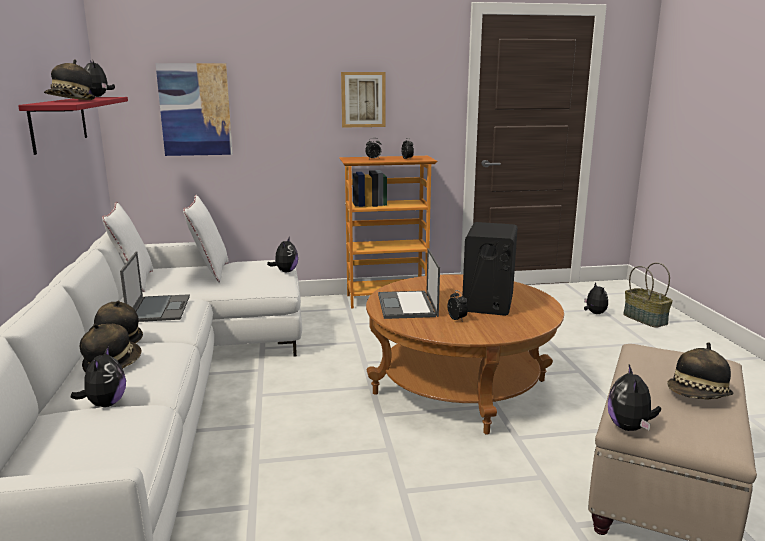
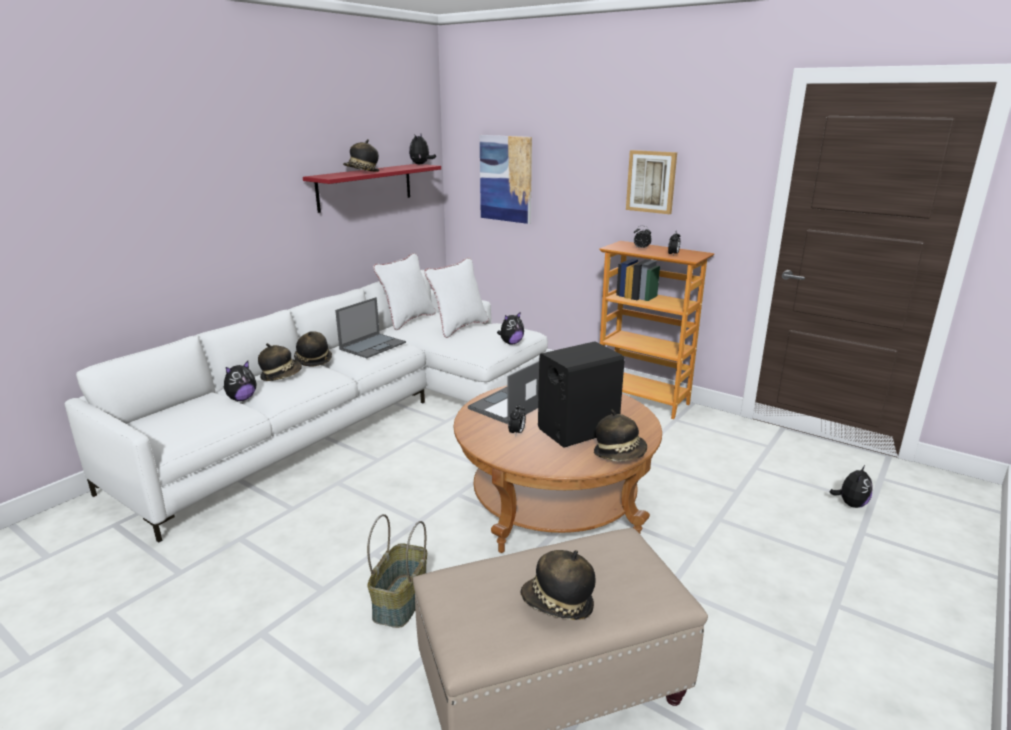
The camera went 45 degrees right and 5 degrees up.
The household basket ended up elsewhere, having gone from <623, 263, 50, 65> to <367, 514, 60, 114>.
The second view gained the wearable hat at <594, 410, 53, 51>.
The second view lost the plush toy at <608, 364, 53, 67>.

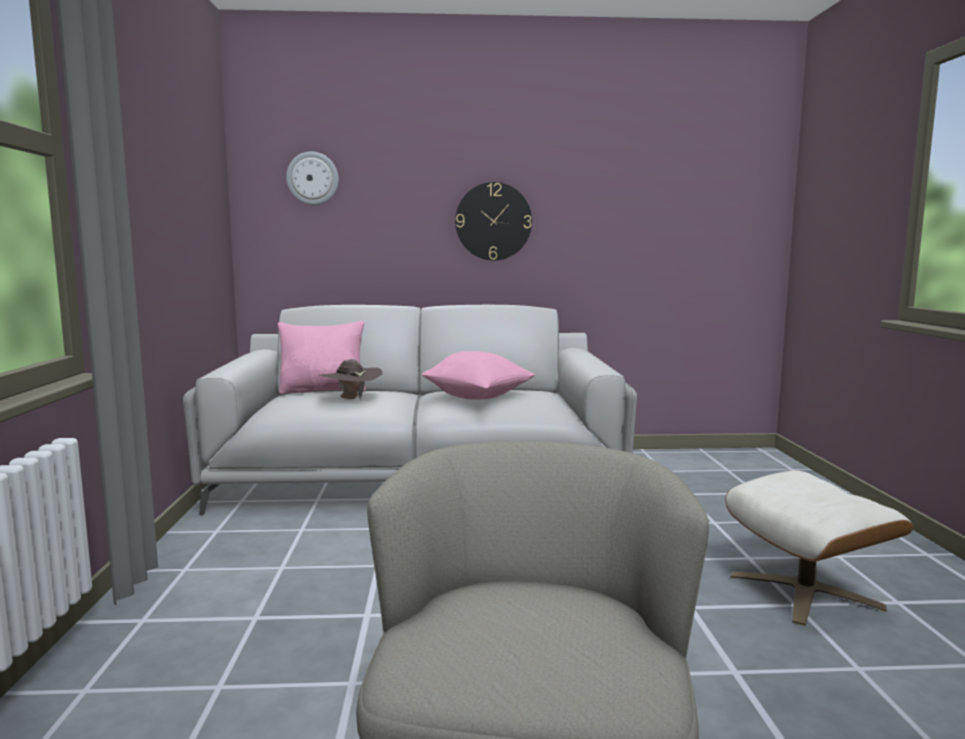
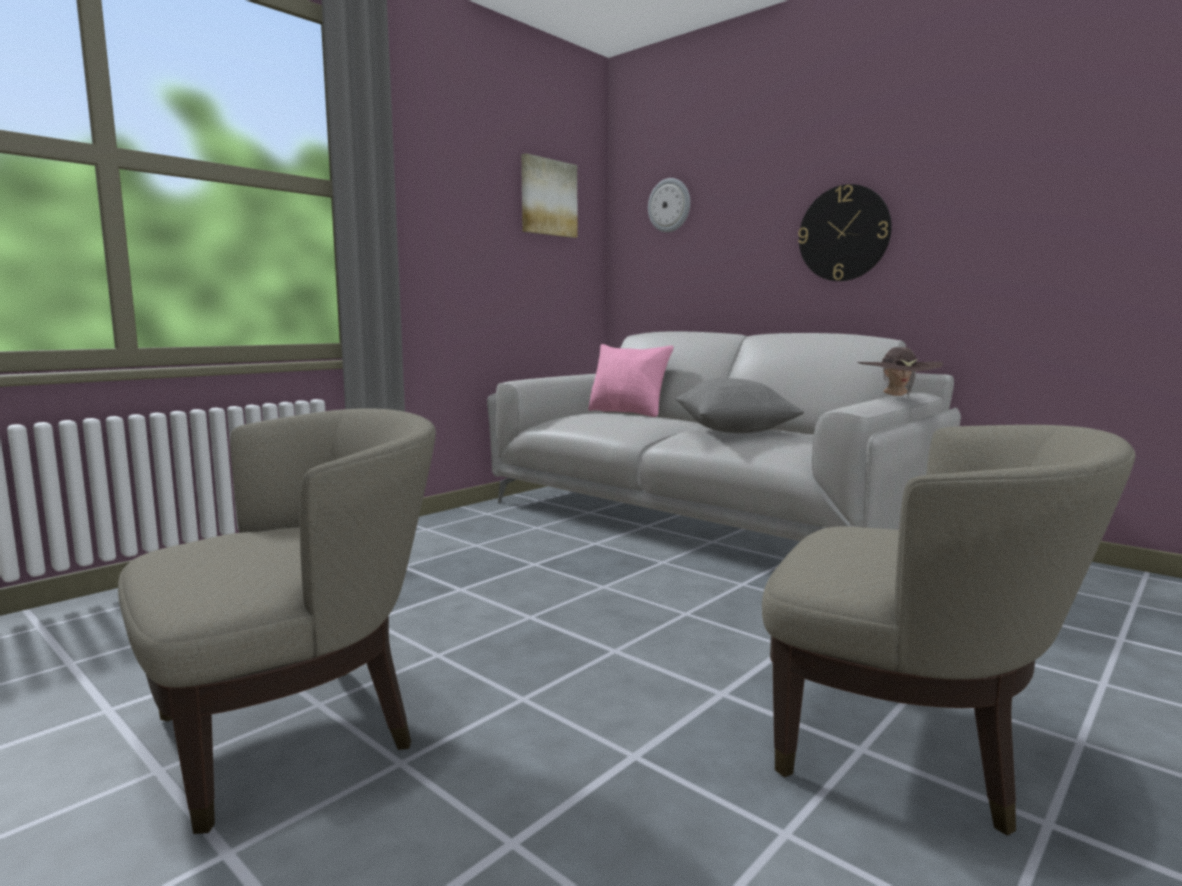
The camera went 45 degrees right and 0 degrees up.
The second view gained the wall art at <521, 153, 56, 85>.
What was the pinkish pillow at <422, 351, 113, 49> turned into the grey pillow at <676, 378, 128, 55>.
Where the beige footrest stood at <725, 470, 188, 156>, the beige lounge chair came to stand at <762, 425, 373, 411>.
The brown wearable hat ended up elsewhere, having gone from <318, 359, 64, 41> to <857, 347, 86, 51>.

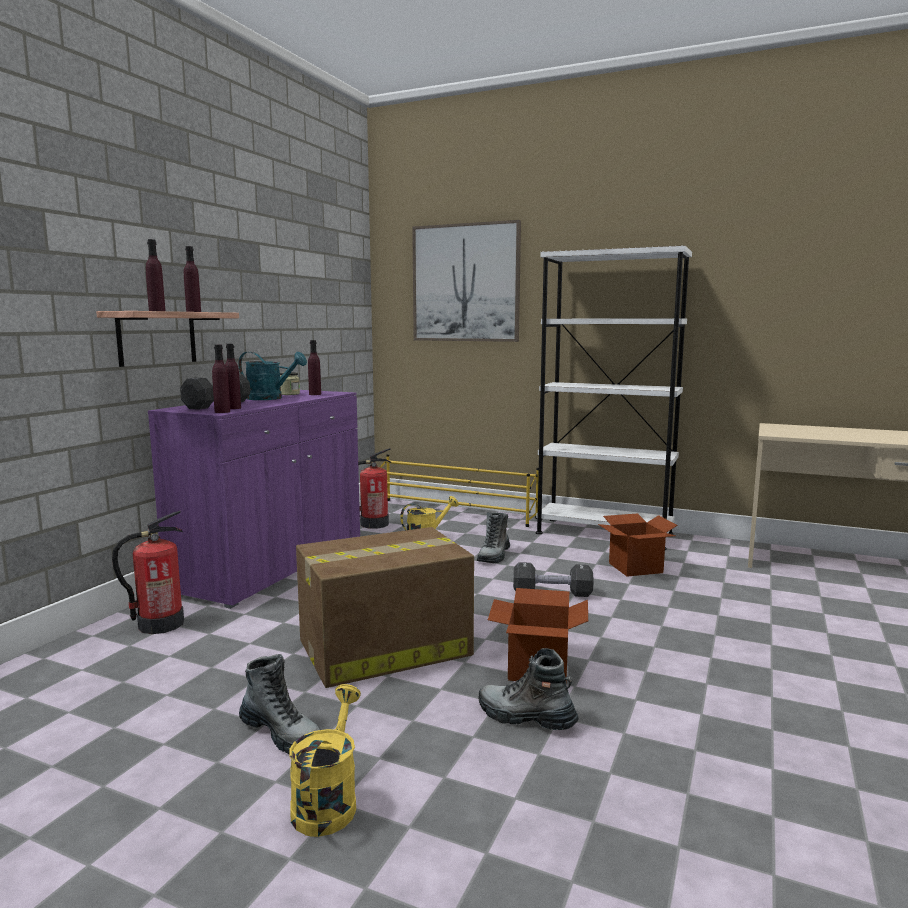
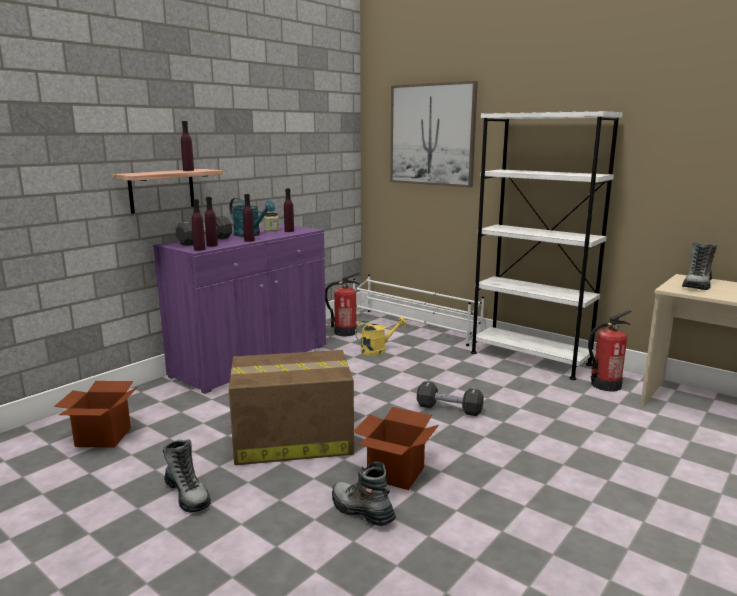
The camera went 15 degrees right and 5 degrees up.
The carton ended up elsewhere, having gone from <598, 513, 80, 64> to <54, 381, 84, 67>.
The purple drink bottle ended up elsewhere, having gone from <146, 239, 20, 72> to <243, 194, 12, 48>.
What was the yellow-coloured shoe shelf at <380, 454, 159, 73> turned into the white shoe shelf at <353, 274, 131, 72>.
The fire extinguisher ended up elsewhere, having gone from <112, 511, 72, 123> to <588, 310, 43, 81>.
The boot ended up elsewhere, having gone from <477, 512, 33, 51> to <682, 243, 35, 47>.
The second view lost the yellow-coloured watering can at <289, 684, 72, 153>.

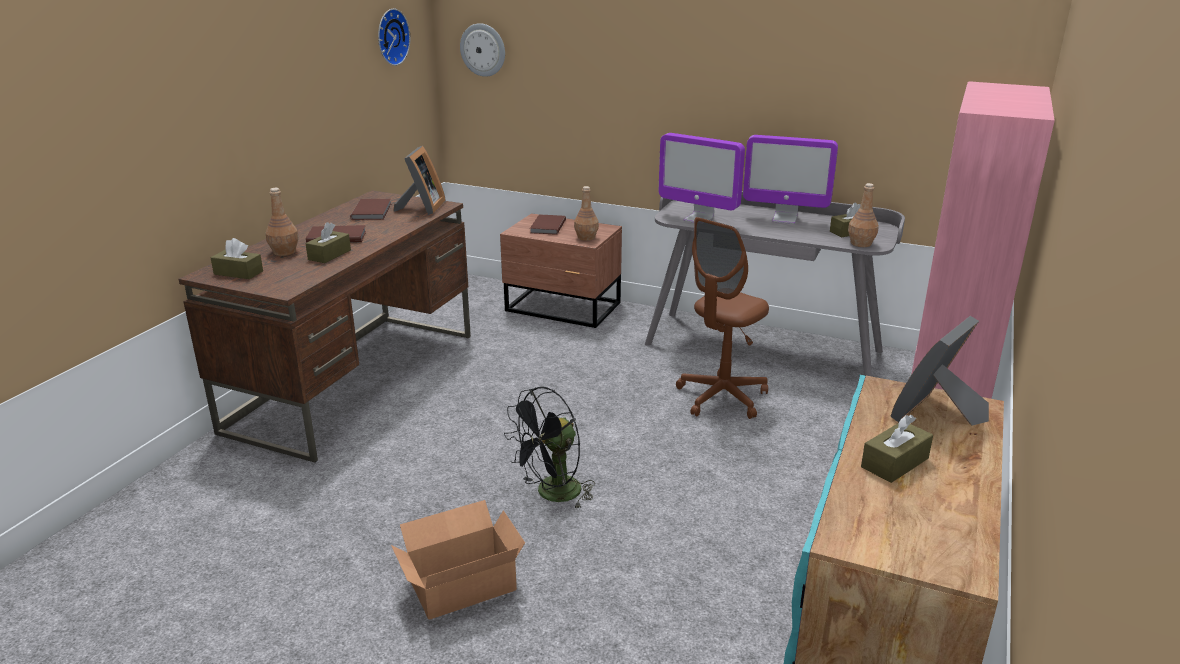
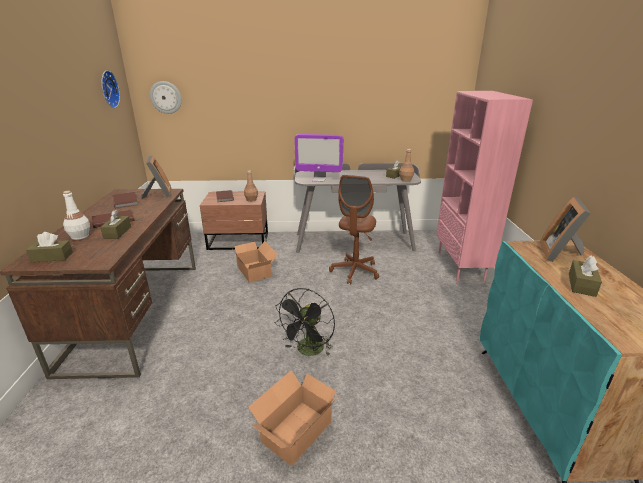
The camera went 25 degrees left and 0 degrees up.
What was the brown drink bottle at <266, 188, 33, 68> turned into the white drink bottle at <63, 191, 27, 49>.
The second view gained the carton at <231, 241, 47, 41>.
The second view lost the computer display at <743, 135, 95, 89>.

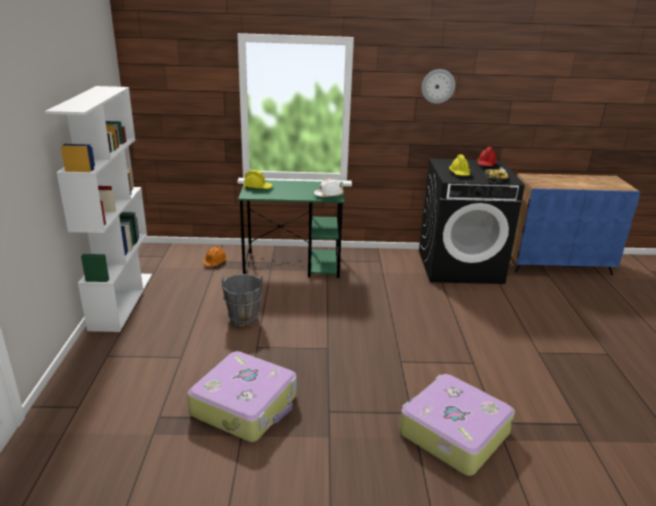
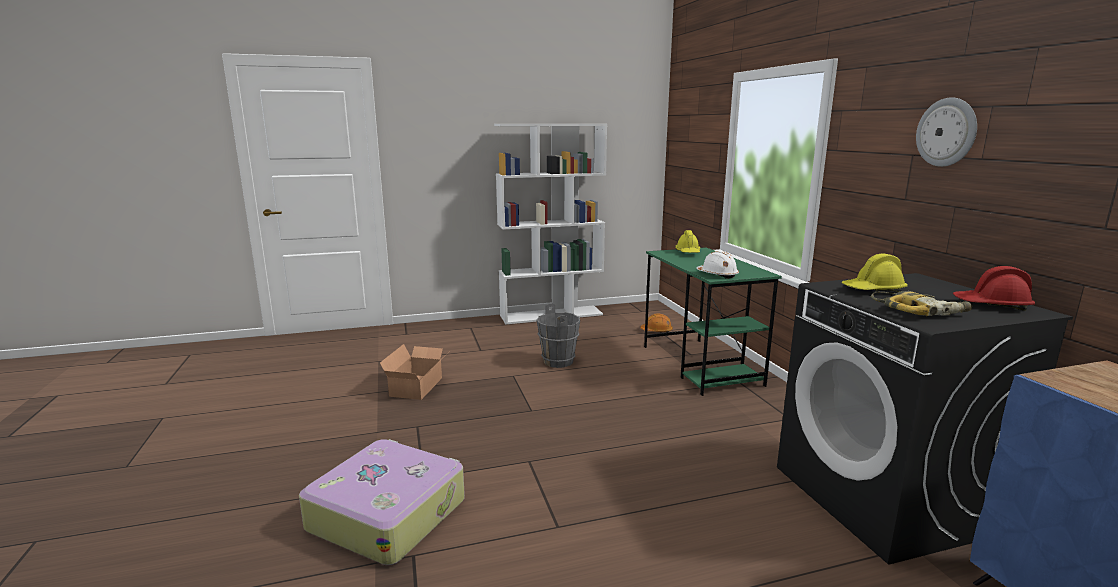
The camera went 75 degrees right and 10 degrees down.
Where the suitcase stood at <187, 351, 109, 91>, the carton came to stand at <380, 344, 71, 56>.

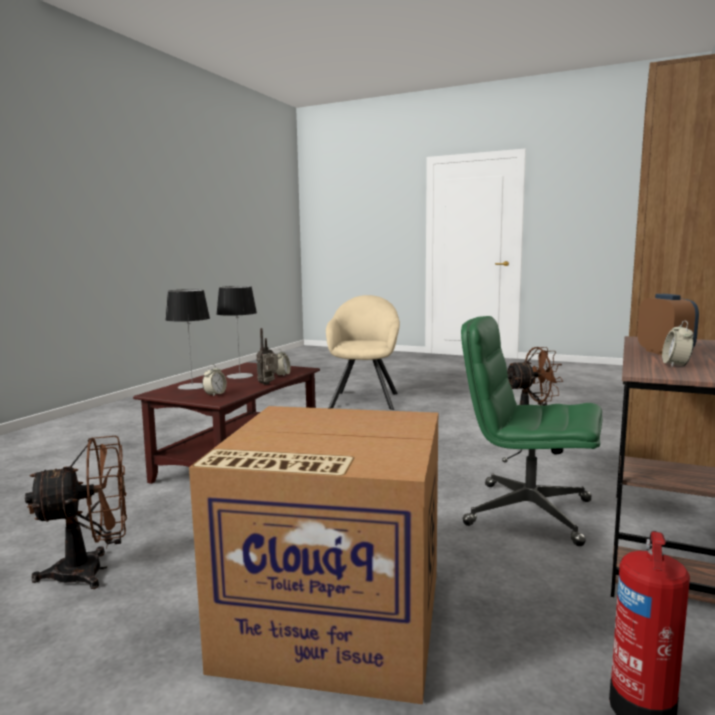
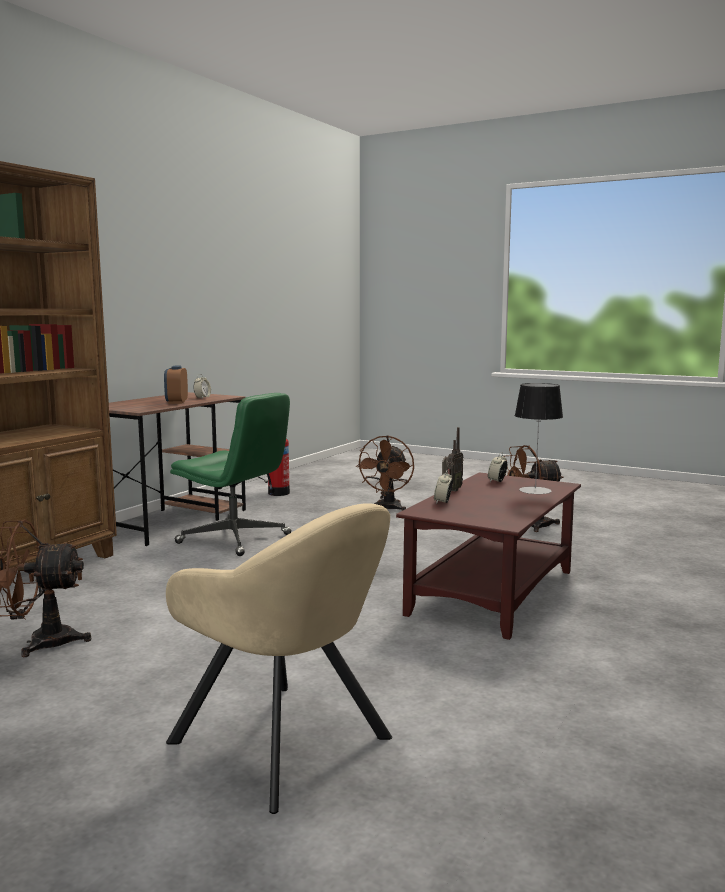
The camera went 175 degrees left and 0 degrees up.
The beige lounge chair at <326, 295, 74, 115> ended up facing another way, 60 degrees counterclockwise from before.
Where the carton stood at <189, 406, 249, 298>, the brown electric fan came to stand at <356, 435, 58, 76>.
The second view lost the tabletop lamp at <217, 286, 40, 93>.

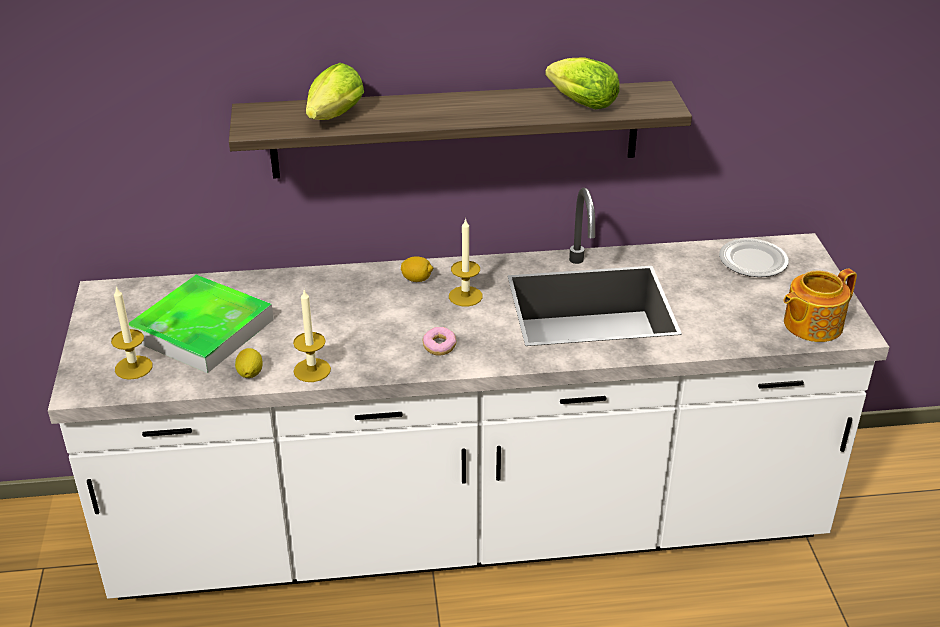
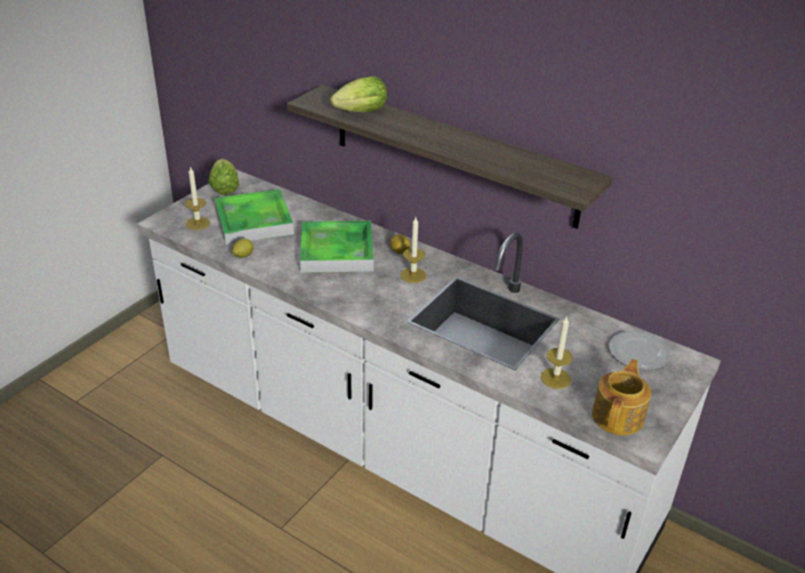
The camera went 40 degrees right and 0 degrees up.
The head of lettuce ended up elsewhere, having gone from <545, 58, 75, 52> to <209, 159, 30, 36>.
The second view gained the tray at <300, 221, 74, 52>.
The wax light ended up elsewhere, having gone from <293, 290, 38, 92> to <541, 316, 32, 73>.
The pot for tea at <783, 269, 74, 73> ended up facing another way, 105 degrees clockwise from before.
The second view lost the ring doughnut at <422, 327, 34, 28>.

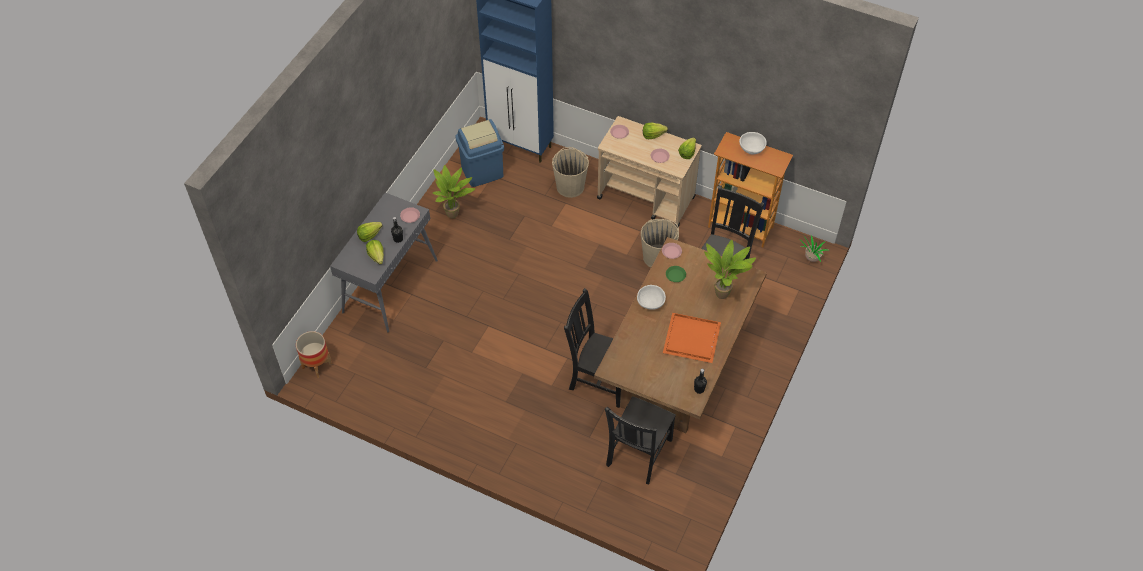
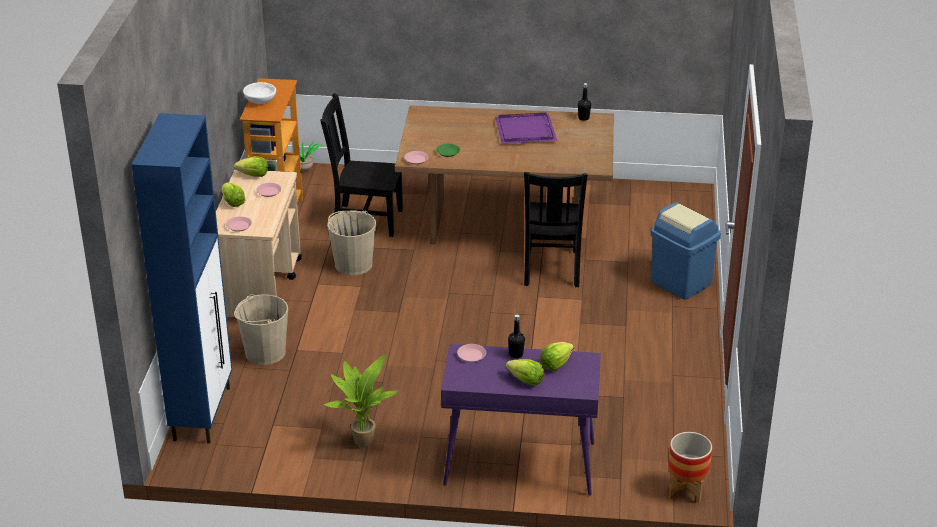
The camera went 110 degrees left and 20 degrees down.
What was the grey hall table at <330, 193, 108, 139> turned into the purple hall table at <441, 344, 160, 152>.
What was the orangey tray at <663, 313, 58, 50> turned into the purple tray at <495, 113, 62, 31>.
The bluish rubbish bin ended up elsewhere, having gone from <455, 119, 49, 68> to <650, 202, 71, 98>.
The second view lost the black upright chair at <605, 396, 71, 88>.
The second view lost the white serving bowl at <637, 285, 29, 25>.
The second view lost the houseplant at <704, 240, 52, 59>.

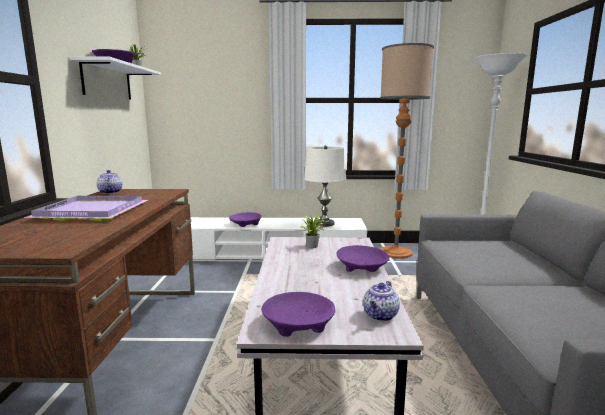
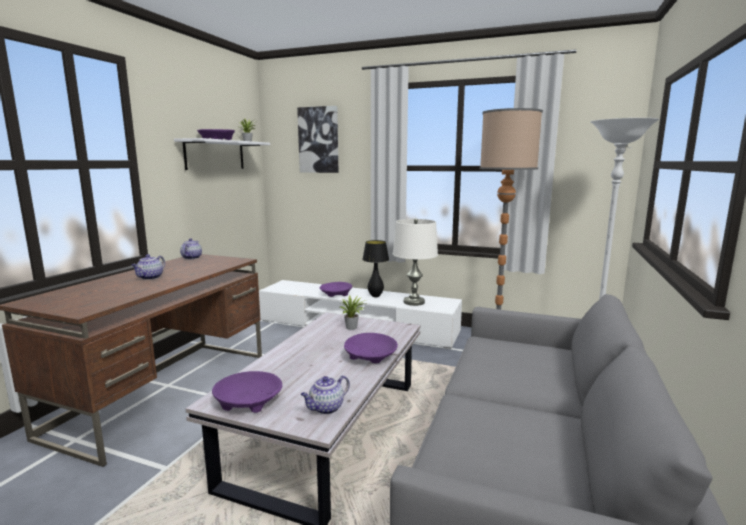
The camera went 20 degrees right and 0 degrees up.
Where the purple tray stood at <24, 196, 124, 25>, the pot for tea came to stand at <131, 254, 34, 26>.
The second view gained the wall art at <297, 106, 41, 67>.
The second view gained the black tabletop lamp at <362, 240, 27, 57>.

